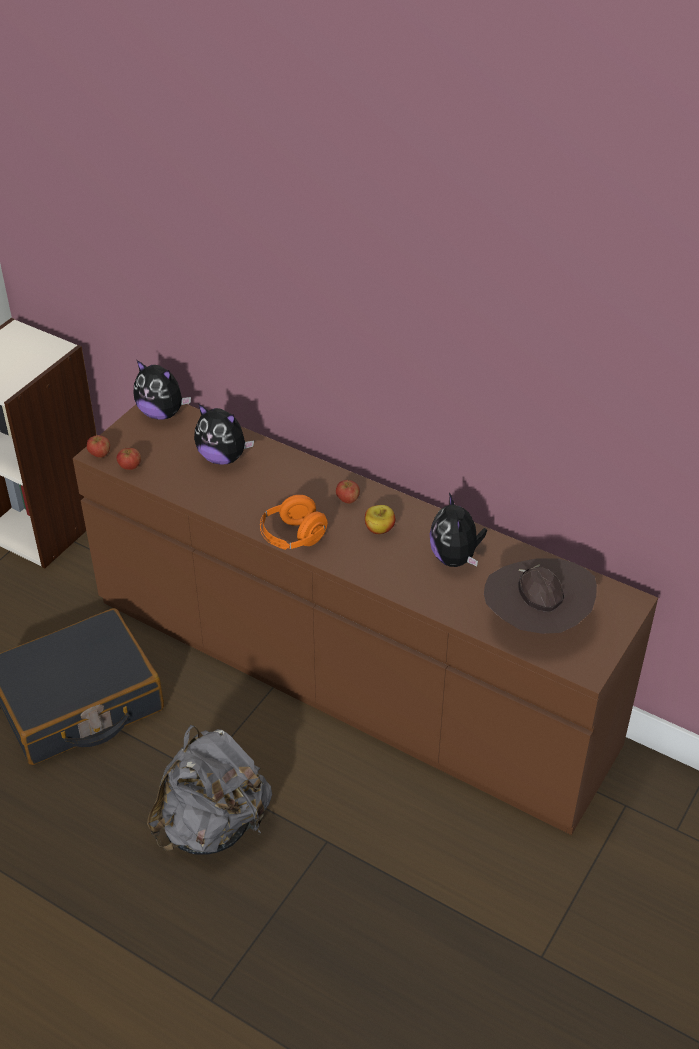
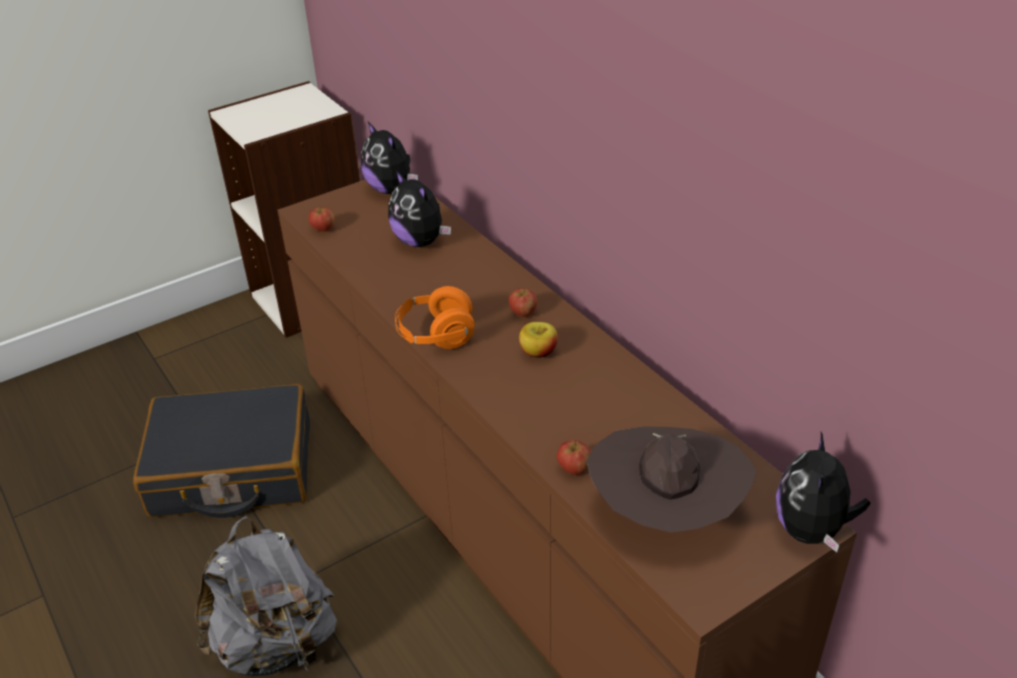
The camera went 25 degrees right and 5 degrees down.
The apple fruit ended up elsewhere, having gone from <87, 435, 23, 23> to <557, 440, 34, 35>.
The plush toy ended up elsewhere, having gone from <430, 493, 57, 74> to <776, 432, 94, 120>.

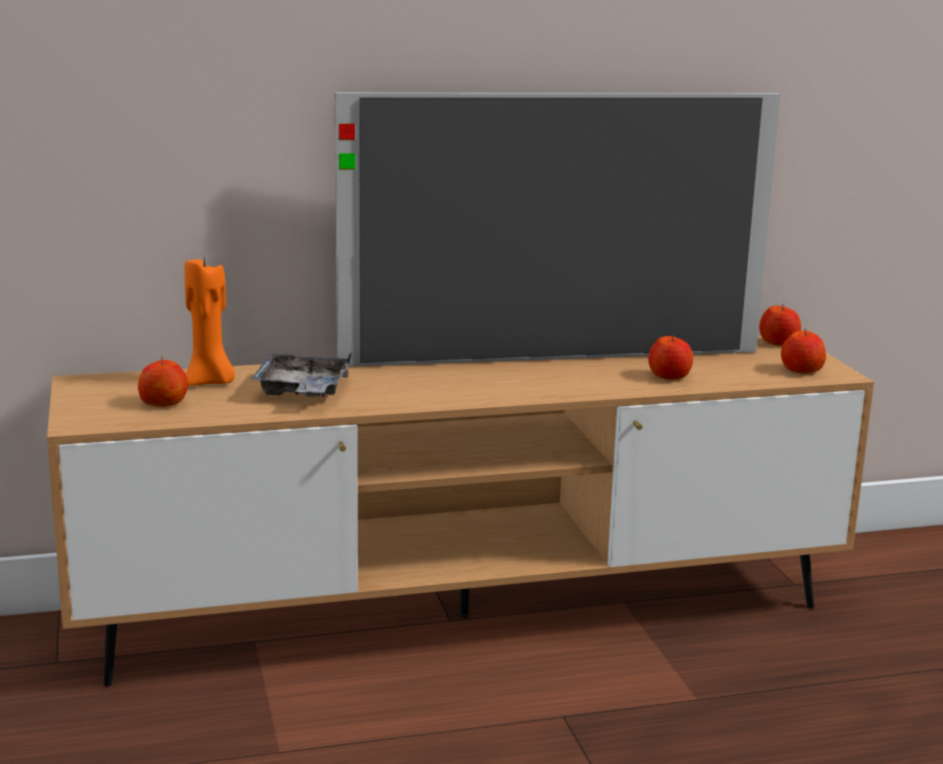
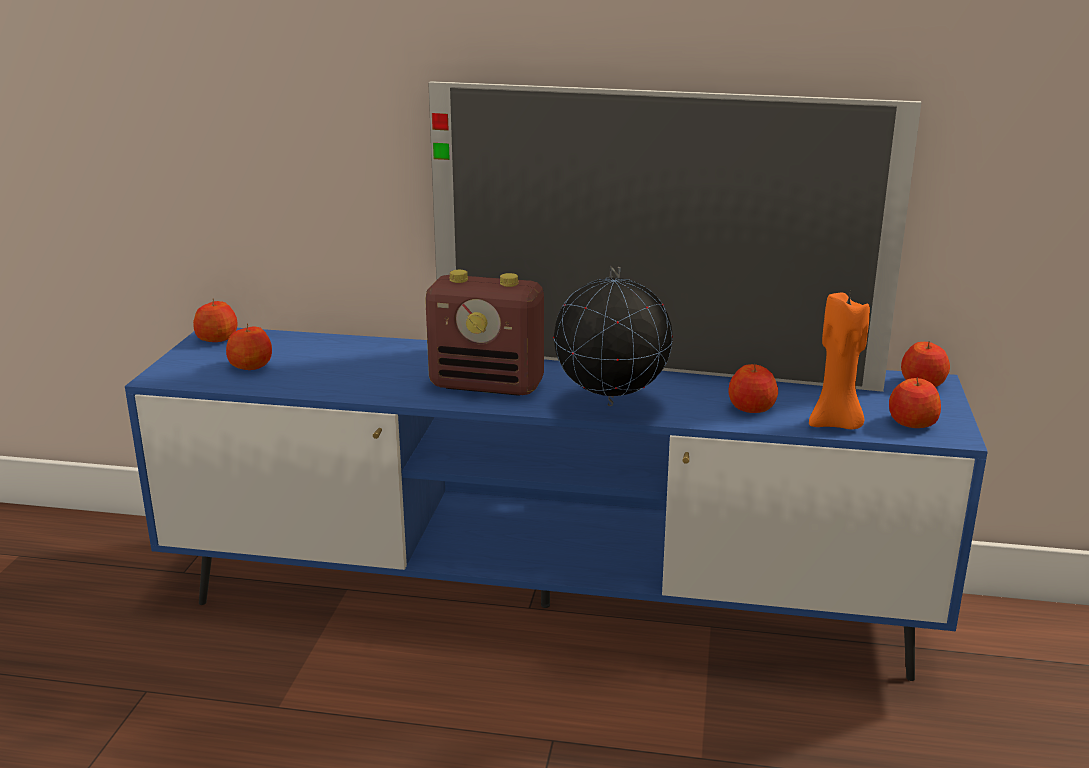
The camera went 25 degrees right and 5 degrees up.
What was the brown tv stand at <47, 336, 827, 351> turned into the bluish tv stand at <125, 328, 863, 353>.
The second view gained the apple fruit at <193, 299, 44, 43>.
The second view gained the radio receiver at <425, 270, 119, 126>.
The second view gained the globe at <553, 266, 120, 140>.
The orangey wax light ended up elsewhere, having gone from <184, 257, 51, 129> to <809, 292, 61, 138>.
The second view lost the grey tray at <251, 352, 101, 45>.

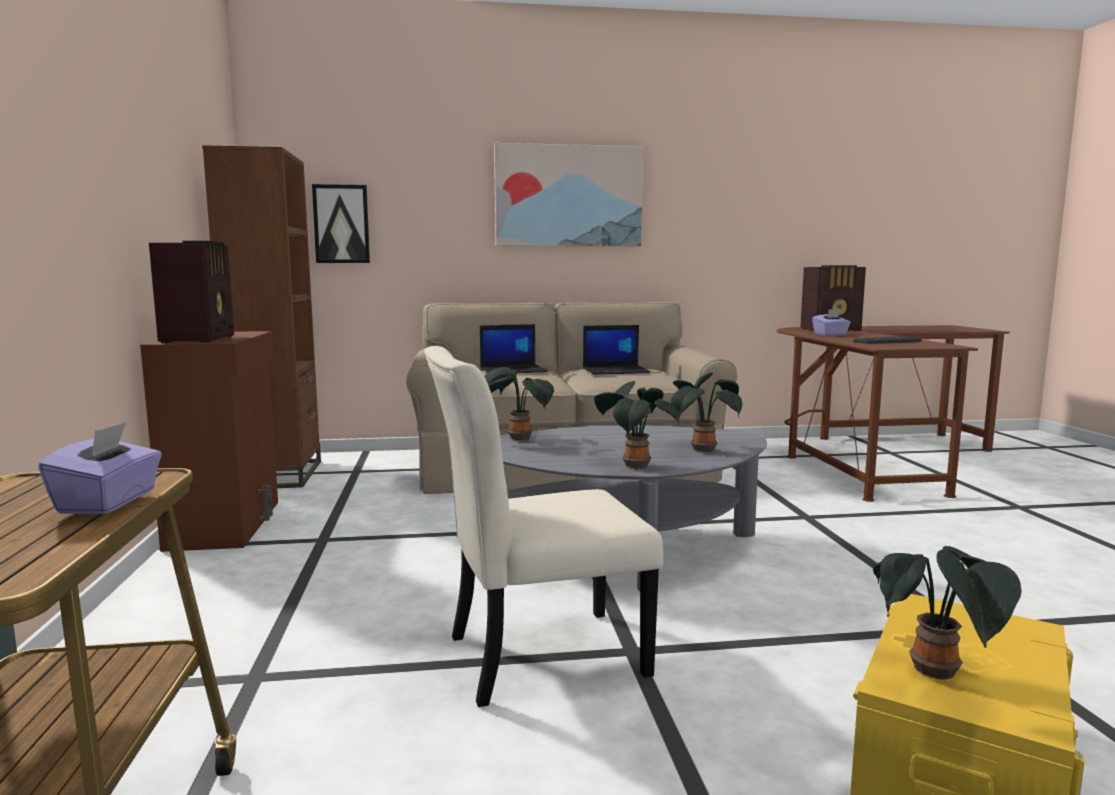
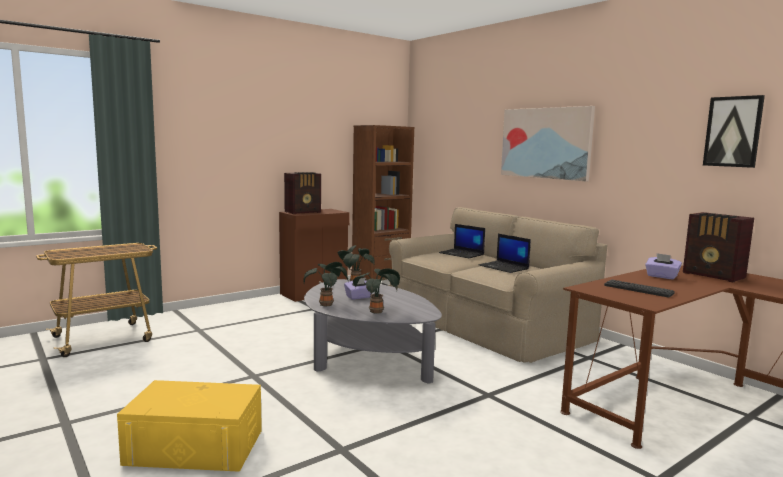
The camera went 60 degrees right and 0 degrees up.
The purple tissue box ended up elsewhere, having gone from <38, 422, 124, 92> to <344, 278, 27, 22>.
The wall art ended up elsewhere, having gone from <312, 184, 58, 79> to <703, 95, 62, 73>.
The second view lost the beige upright chair at <424, 346, 239, 361>.
The second view lost the houseplant at <873, 546, 148, 133>.

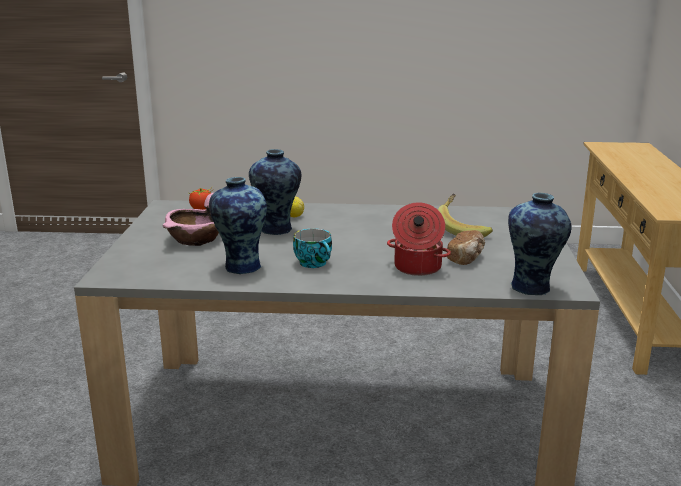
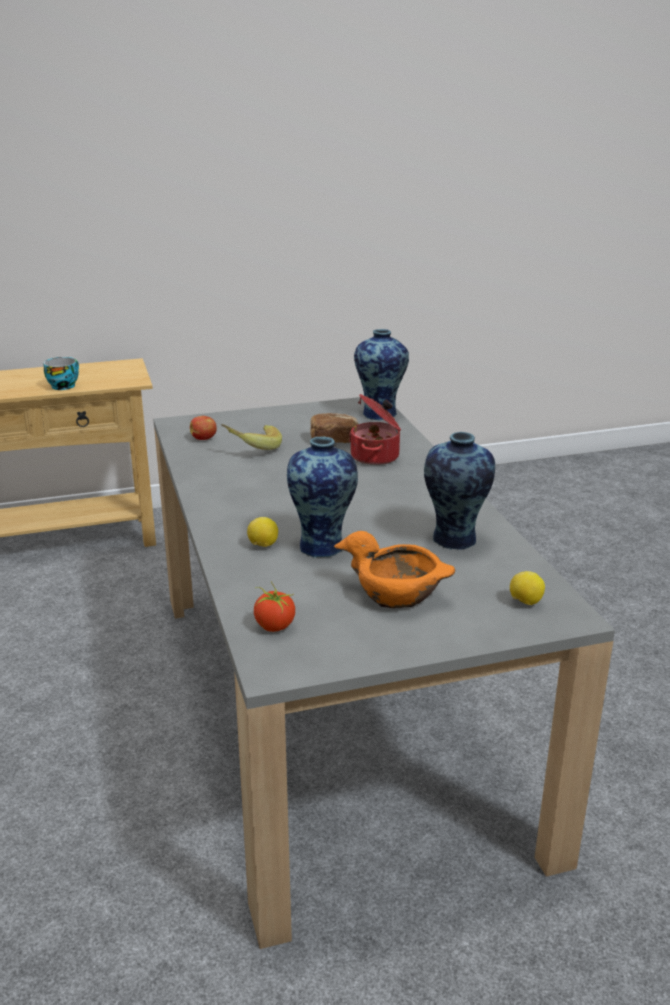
The camera went 110 degrees left and 5 degrees up.
The cup ended up elsewhere, having gone from <293, 228, 39, 40> to <44, 357, 35, 33>.
The second view gained the apple fruit at <190, 416, 27, 24>.
What was the pinkish serving bowl at <162, 193, 57, 53> turned into the orangey serving bowl at <334, 531, 121, 77>.
The second view gained the citrus fruit at <510, 571, 35, 34>.

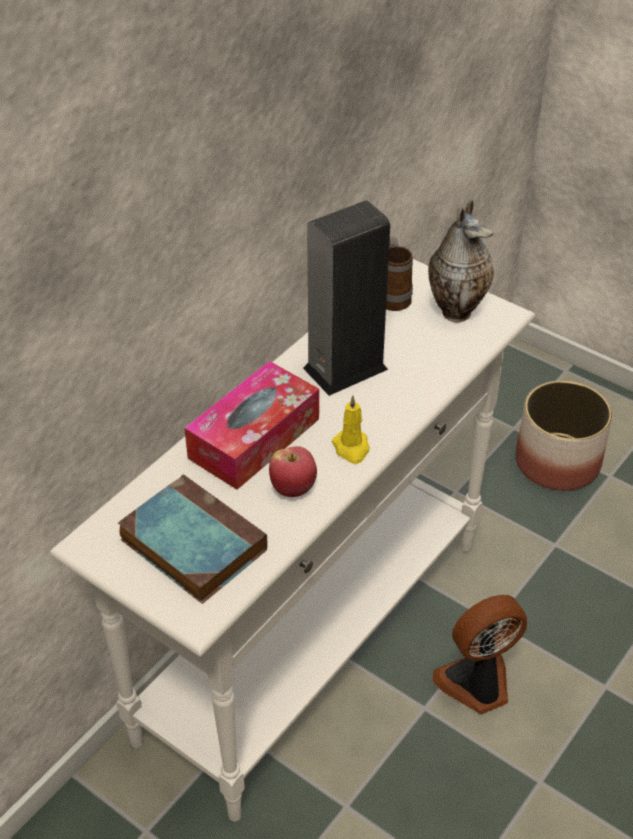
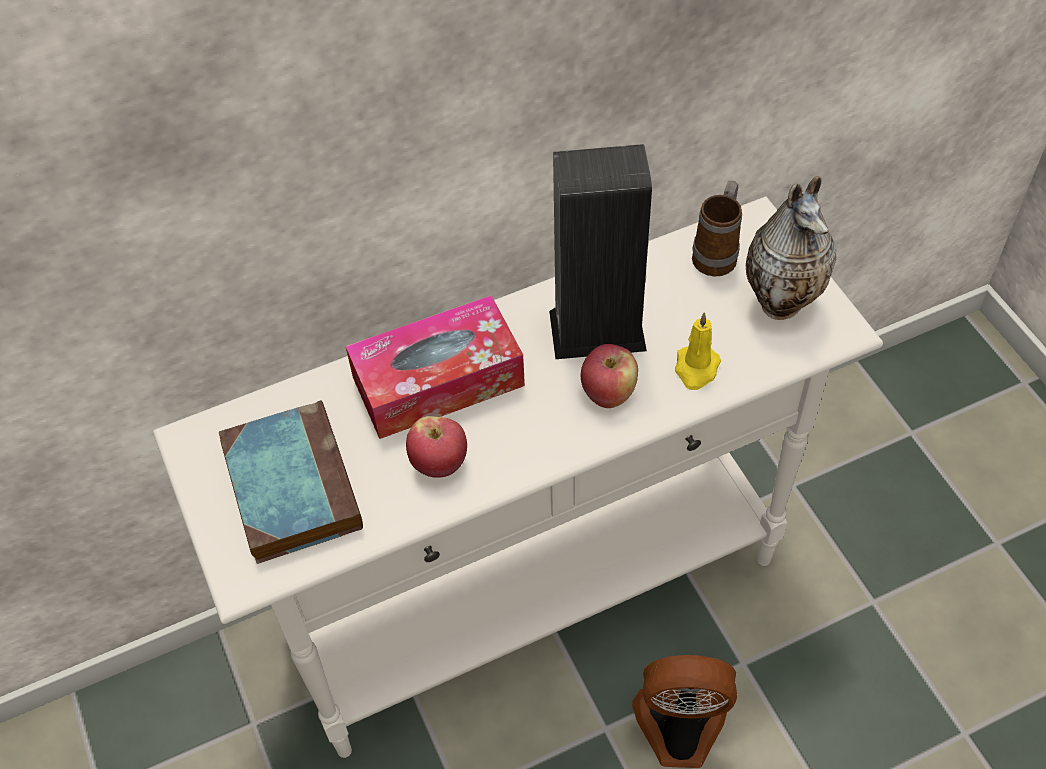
The camera went 30 degrees right and 10 degrees up.
The second view gained the apple fruit at <581, 344, 57, 64>.
The yellow-coloured wax light ended up elsewhere, having gone from <332, 395, 38, 69> to <675, 312, 46, 78>.
The second view lost the planter at <516, 380, 96, 111>.

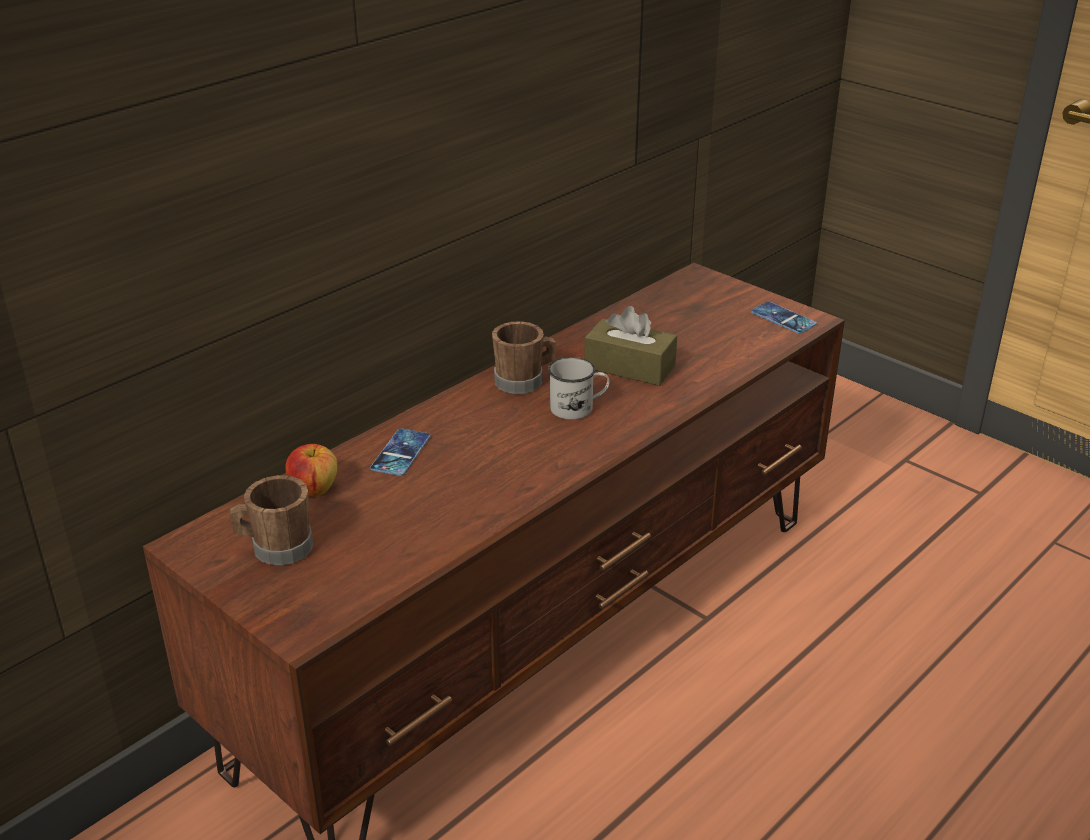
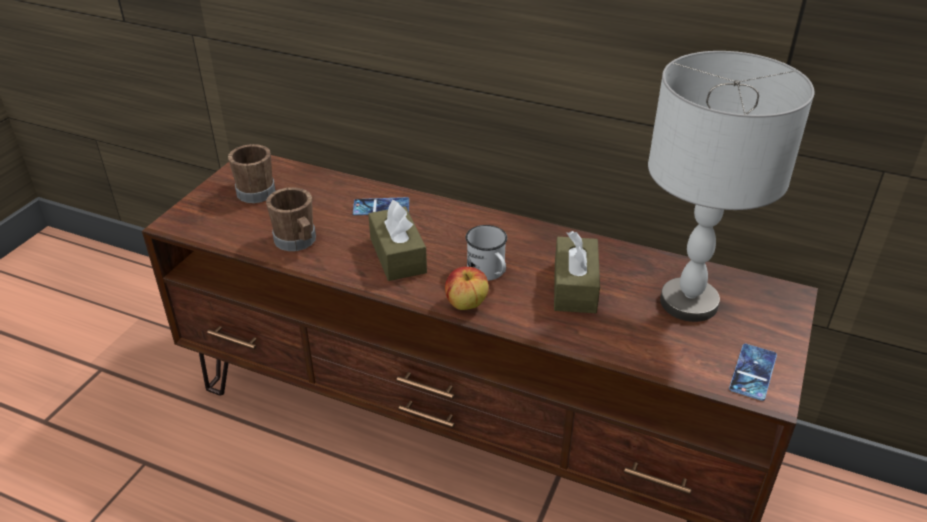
The camera went 70 degrees right and 5 degrees up.
The brown mug ended up elsewhere, having gone from <492, 321, 64, 73> to <266, 187, 50, 64>.
The second view gained the brown tissue box at <368, 200, 59, 81>.
The apple fruit ended up elsewhere, having gone from <285, 444, 52, 53> to <445, 267, 44, 43>.
The second view gained the grey tabletop lamp at <648, 51, 167, 271>.

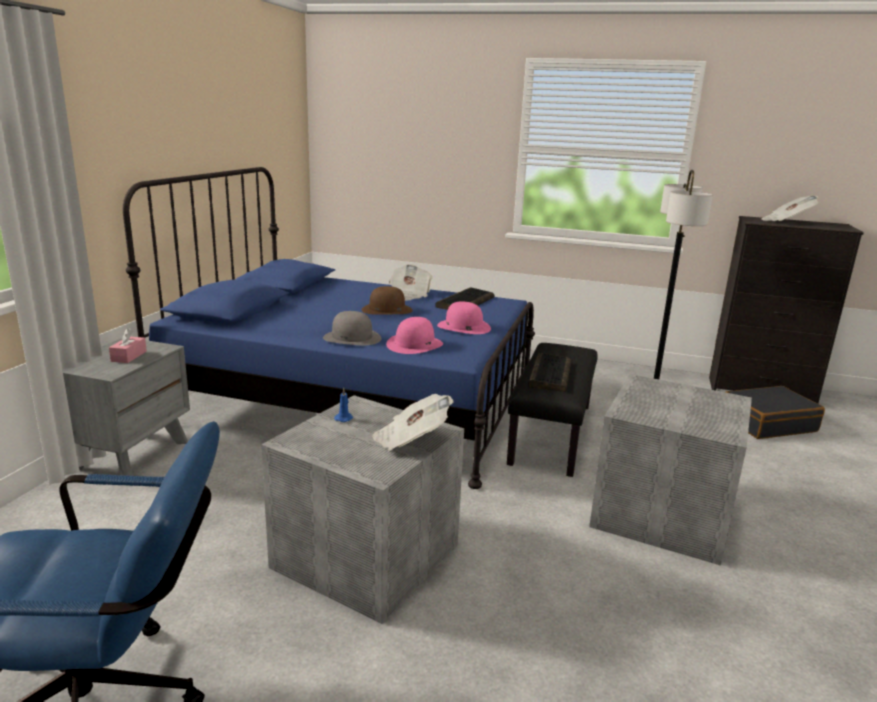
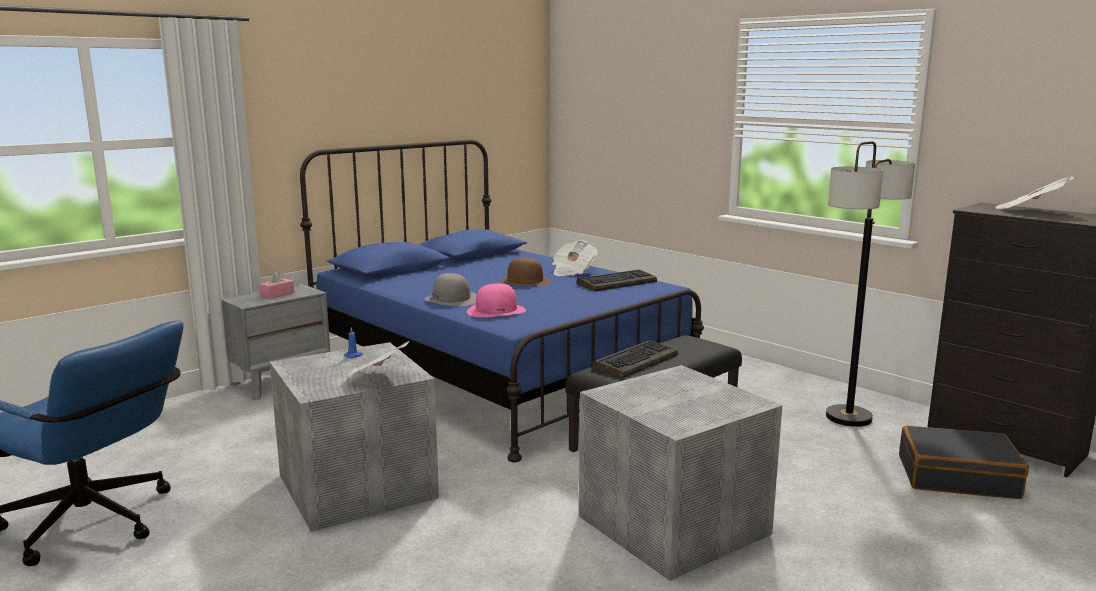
The camera went 30 degrees right and 5 degrees down.
The second view lost the pinkish wearable hat at <437, 301, 54, 33>.

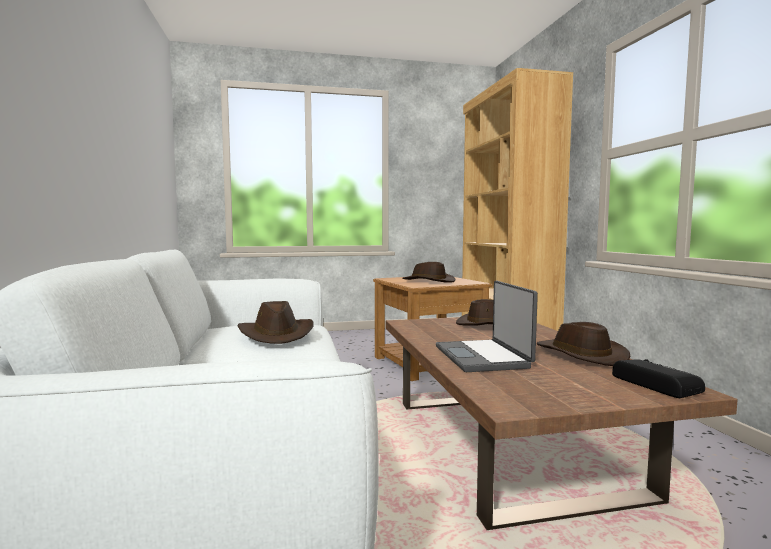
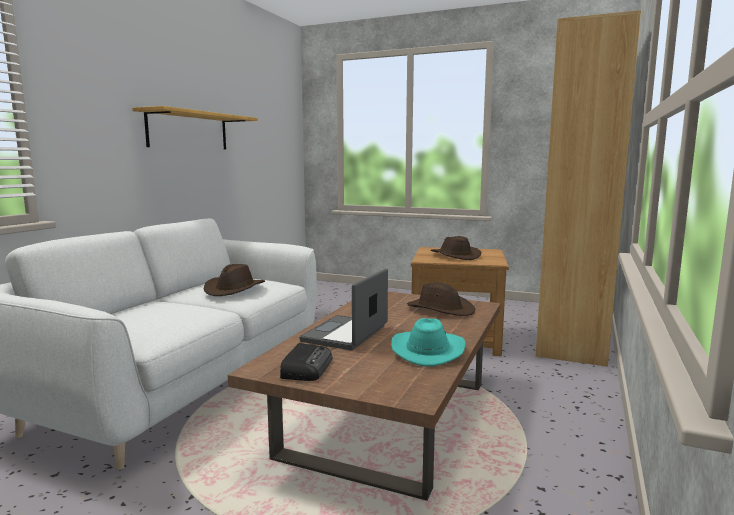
The camera went 35 degrees right and 5 degrees up.
The second view gained the wall shelf at <132, 106, 126, 44>.
The radio receiver ended up elsewhere, having gone from <612, 359, 93, 39> to <280, 343, 52, 38>.
What was the brown wearable hat at <537, 322, 93, 44> turned into the blue-green wearable hat at <391, 318, 75, 49>.

